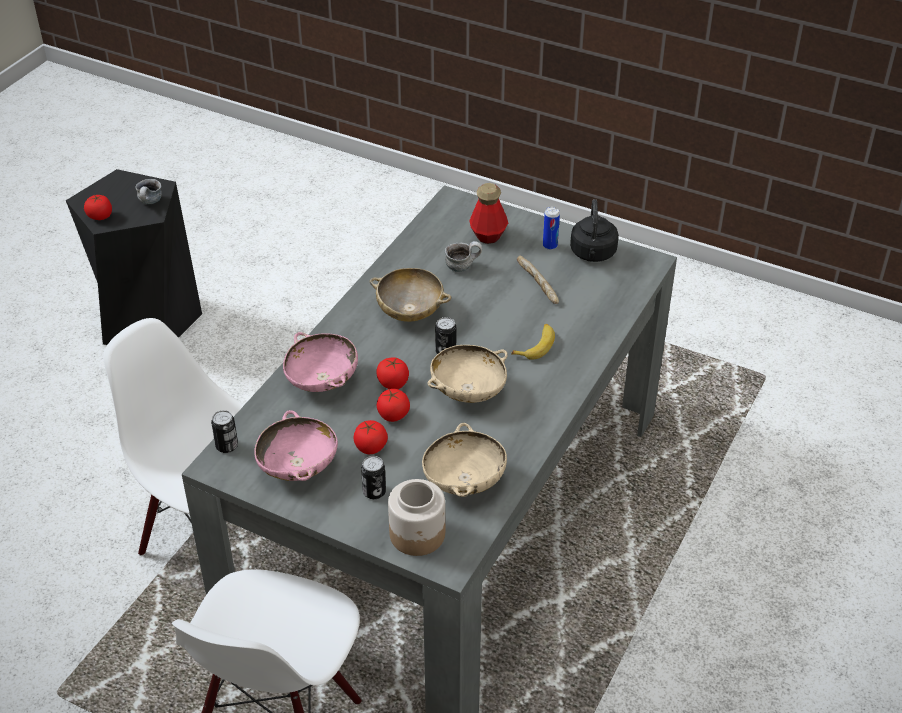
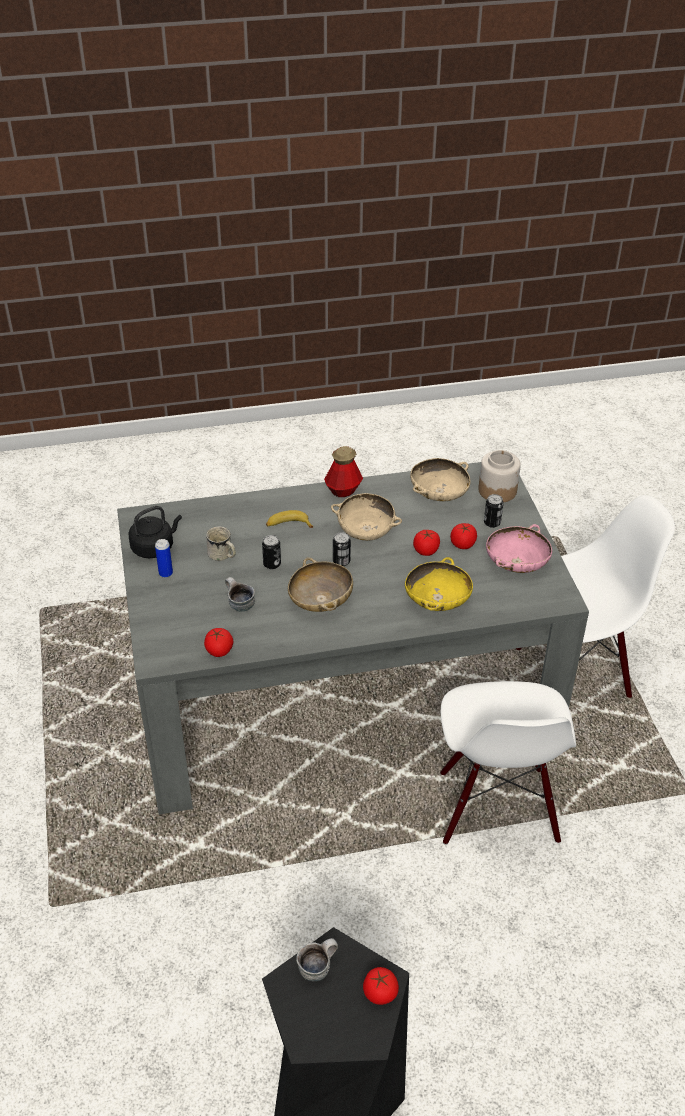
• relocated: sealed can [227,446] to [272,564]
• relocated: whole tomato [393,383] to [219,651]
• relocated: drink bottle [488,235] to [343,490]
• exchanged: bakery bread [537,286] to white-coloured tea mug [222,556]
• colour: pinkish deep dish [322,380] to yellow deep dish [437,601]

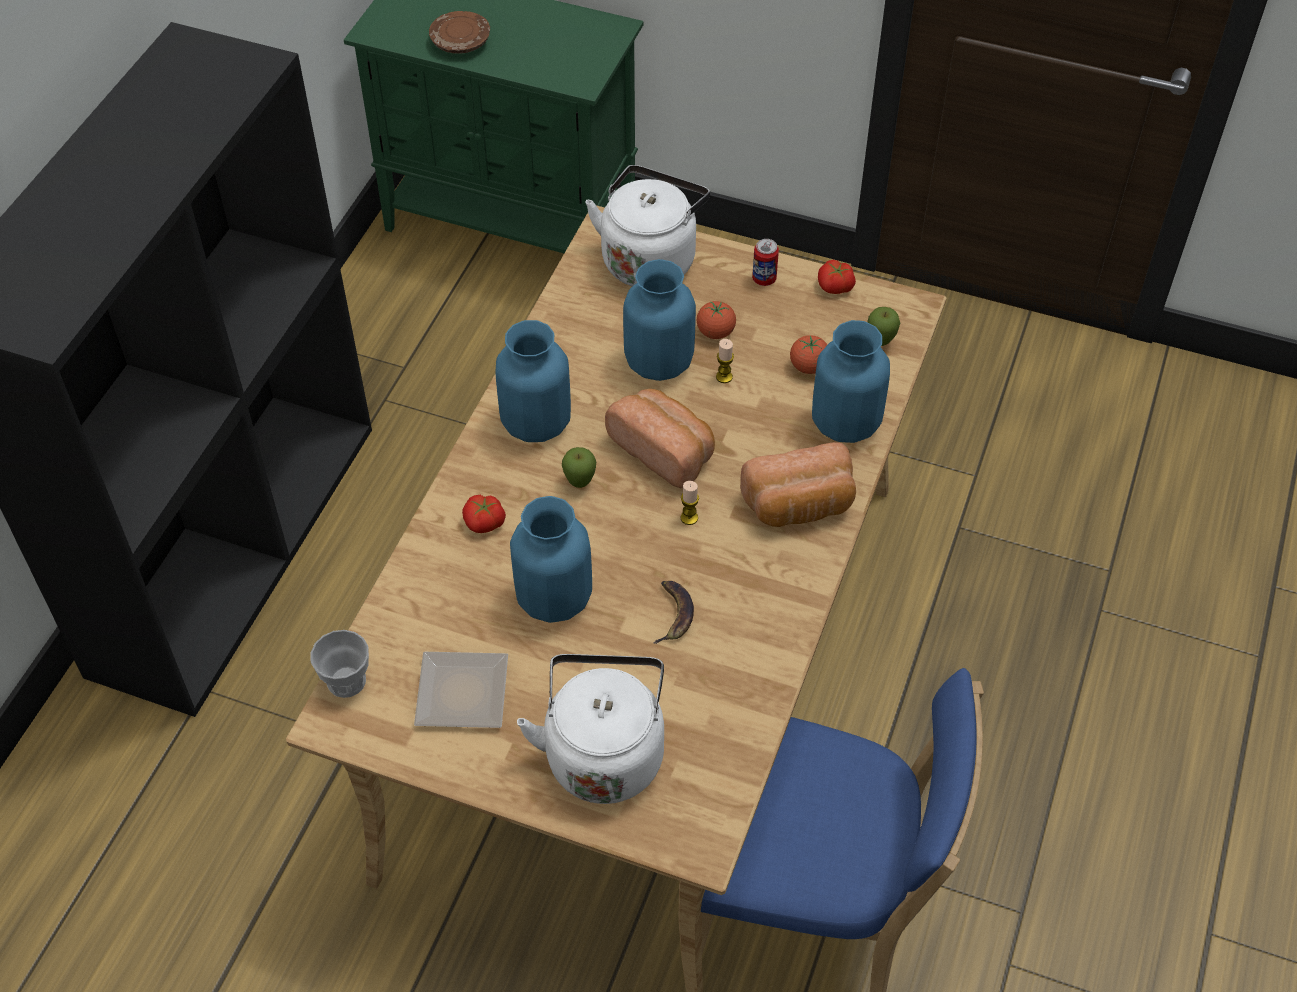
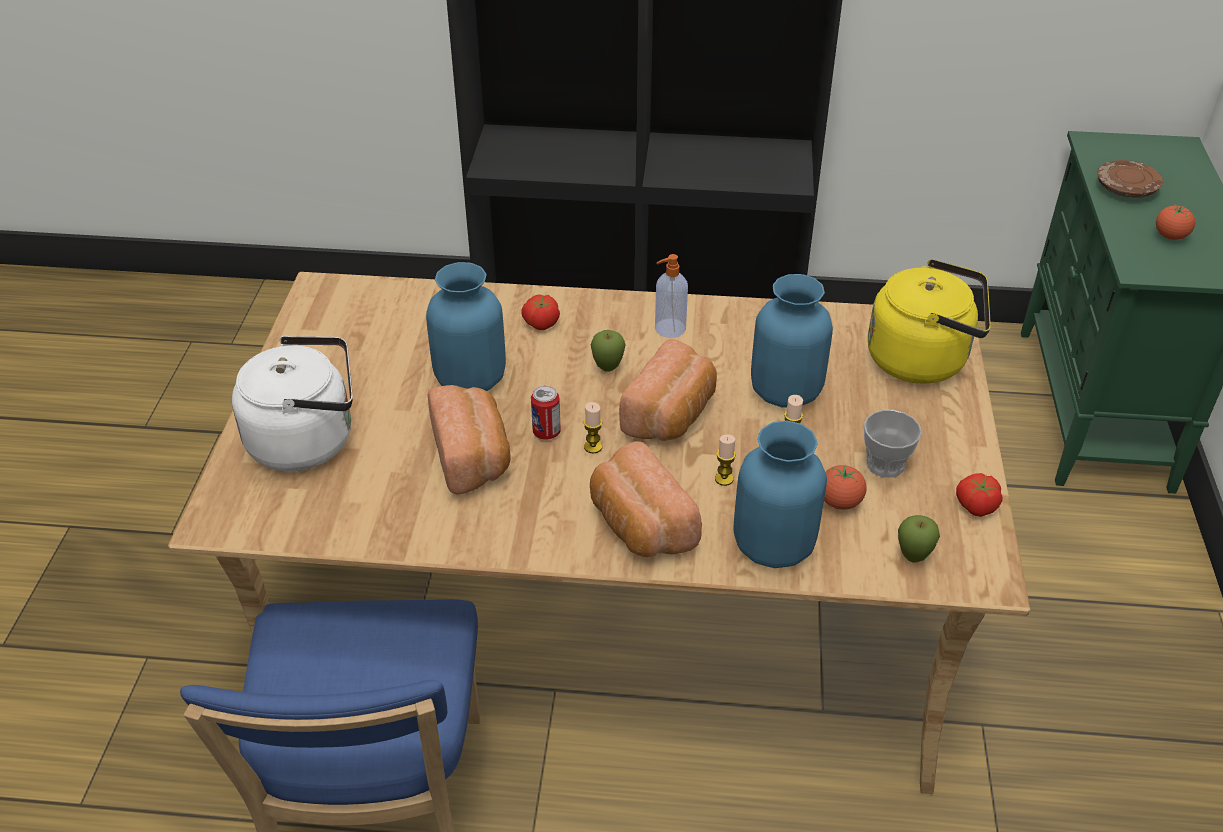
• missing: dinner plate [459,696]
• appeared: wax candle [724,479]
• relocated: small cup [346,681] to [885,464]
• relocated: whole tomato [715,332] to [1170,236]
• relocated: sealed can [764,279] to [546,432]
• exchanged: blue flower vase [536,422] to soap dispenser [669,329]
• exchanged: banana fruit [673,613] to bakery bread [472,456]
• colour: white-coloured tea kettle [650,258] to yellow tea kettle [923,359]

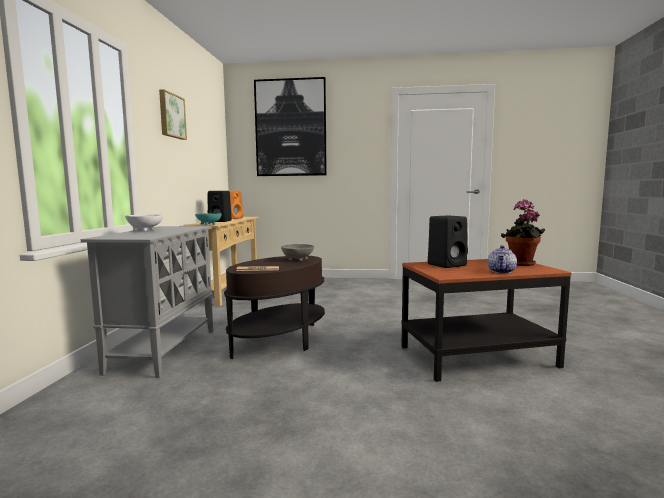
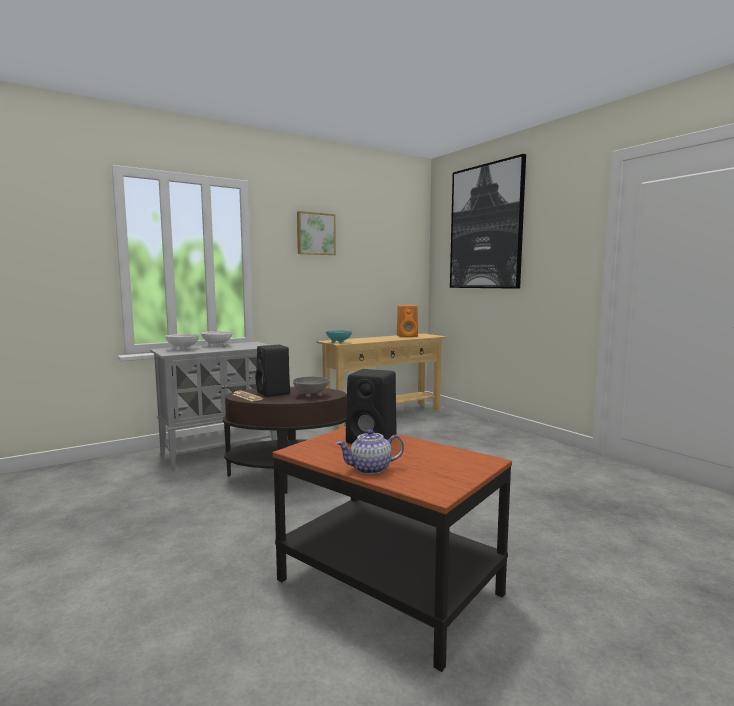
• missing: houseplant [521,264]
• appeared: white-coloured deep dish [183,349]
• relocated: blackish speaker [220,221] to [274,393]

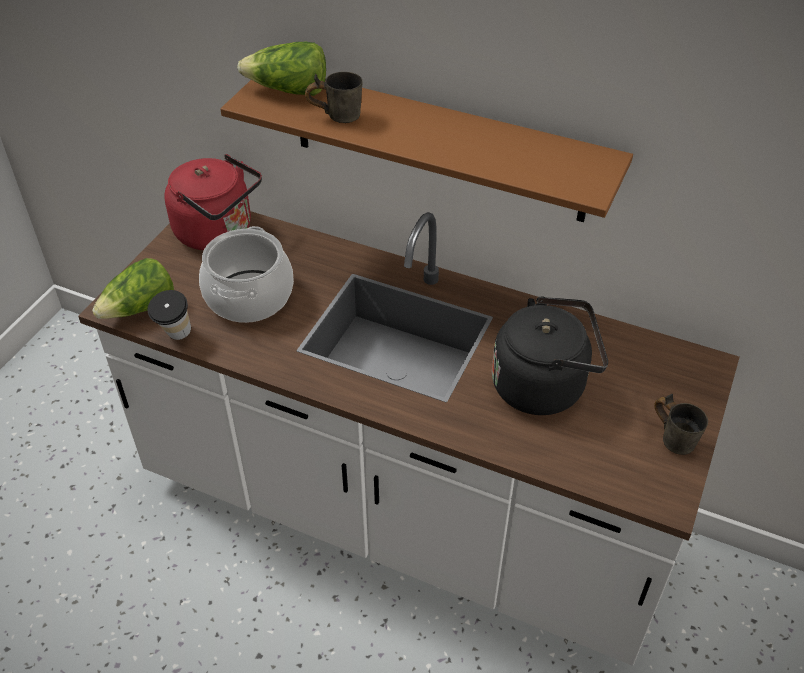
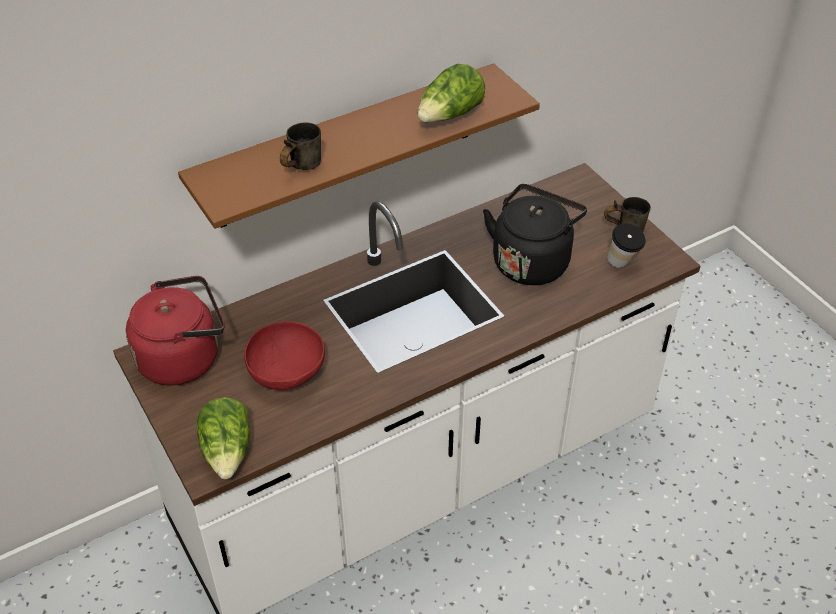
• relocated: small cup [176,337] to [622,265]
• relocated: lettuce head [289,91] to [450,115]
• exchanged: cooking pot [250,297] to red deep dish [287,373]

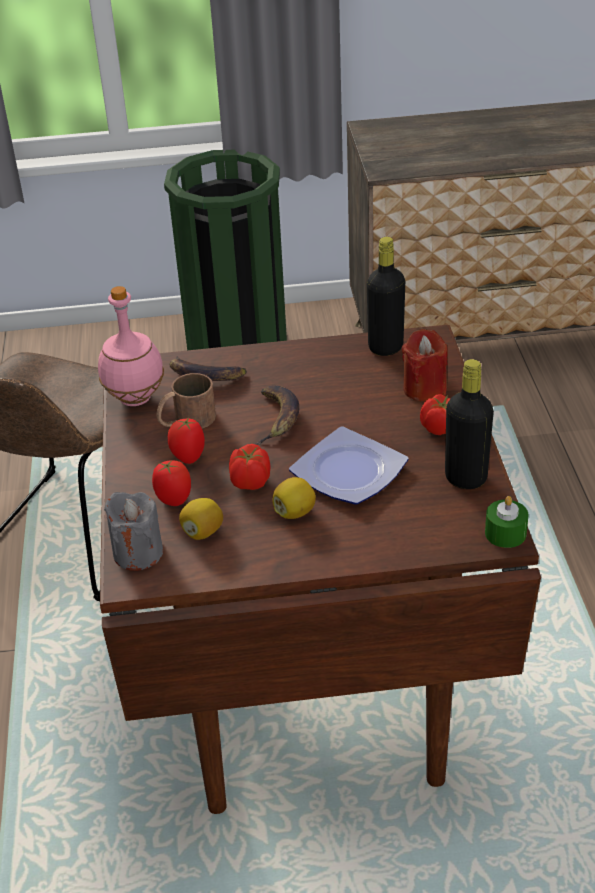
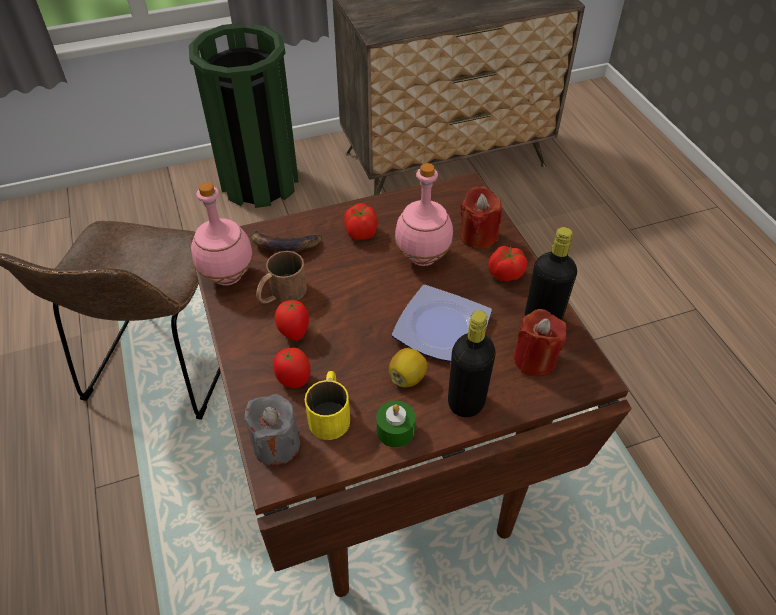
• missing: banana fruit [277,418]
• appeared: pinkish drink bottle [422,258]
• appeared: red wax candle [534,359]
• relocated: whole tomato [250,482] to [360,233]
• relocated: blackish drink bottle [385,347] to [466,402]
• relocated: green-coloured wax candle [505,533] to [395,430]
• exchanged: whole lemon [202,532] to yellow tea mug [330,412]

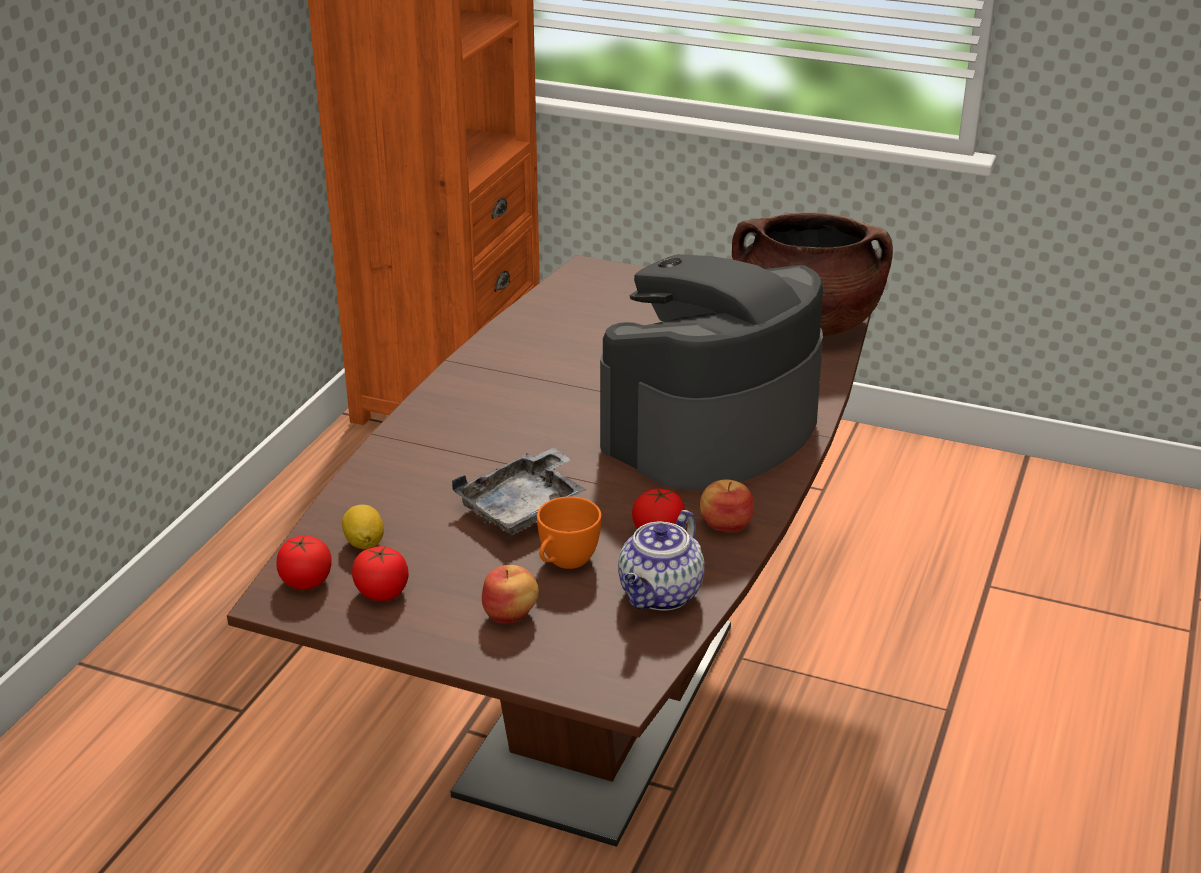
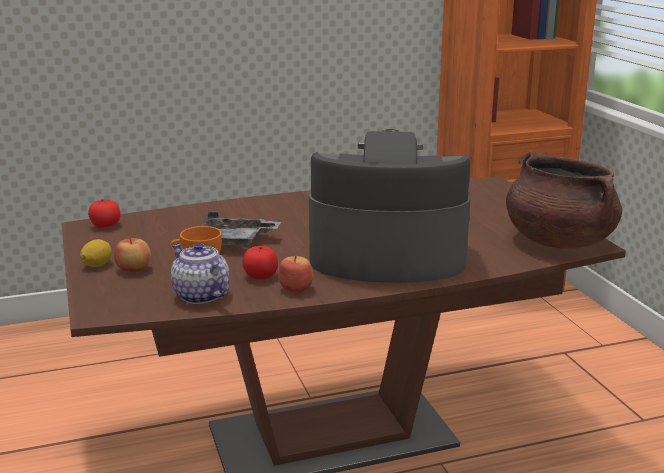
• missing: whole tomato [382,592]
• relocated: whole lemon [364,543] to [97,265]
• spun: pot for tea [660,595] = [200,295] 60 degrees clockwise

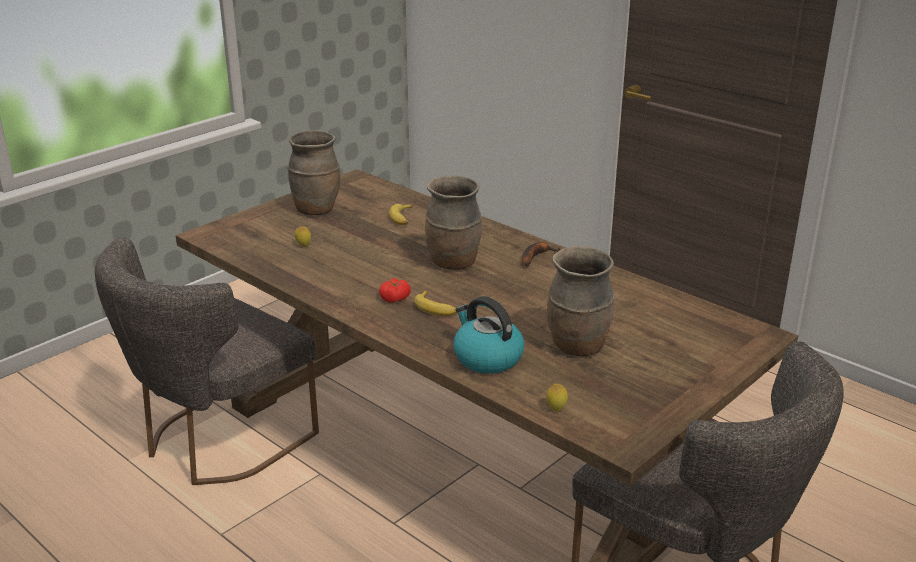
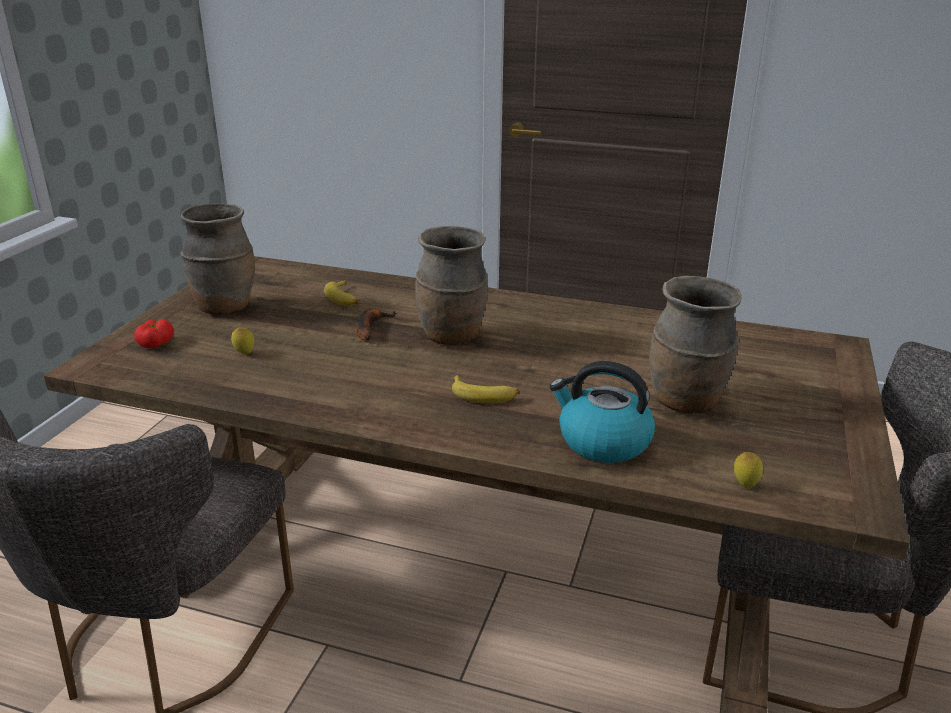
• relocated: whole tomato [395,298] to [156,343]
• relocated: banana fruit [535,257] to [370,328]

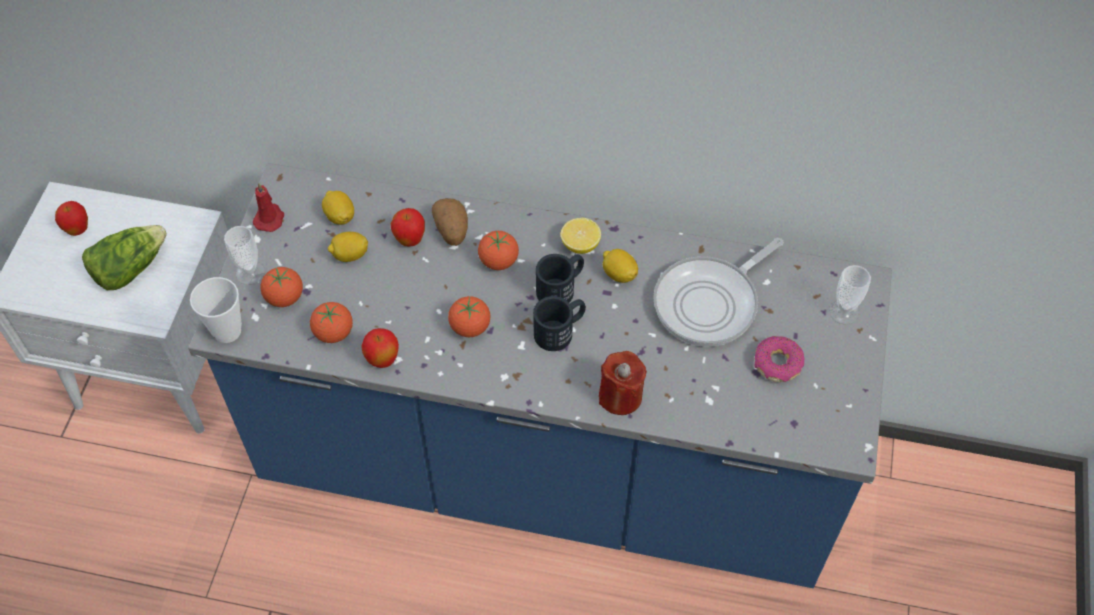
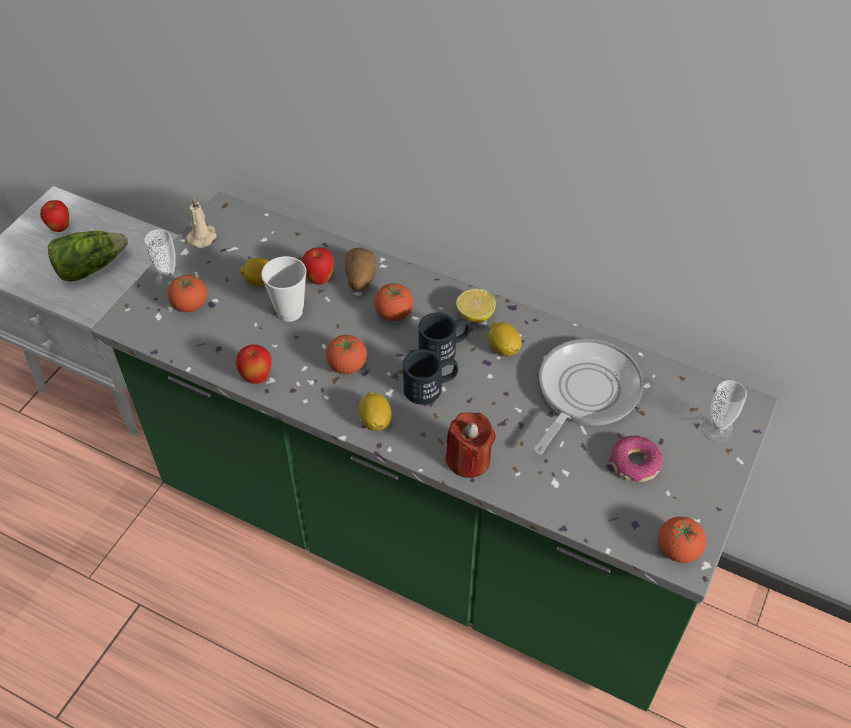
• relocated: small cup [227,331] to [290,312]
• relocated: whole tomato [334,332] to [677,549]
• relocated: whole lemon [340,216] to [375,421]
• colour: blue kitchen base unit [547,470] to green-coloured kitchen base unit [425,539]
• colour: red wax candle [269,218] to beige wax candle [203,237]
• spun: skillet [710,302] = [584,392] 150 degrees clockwise

